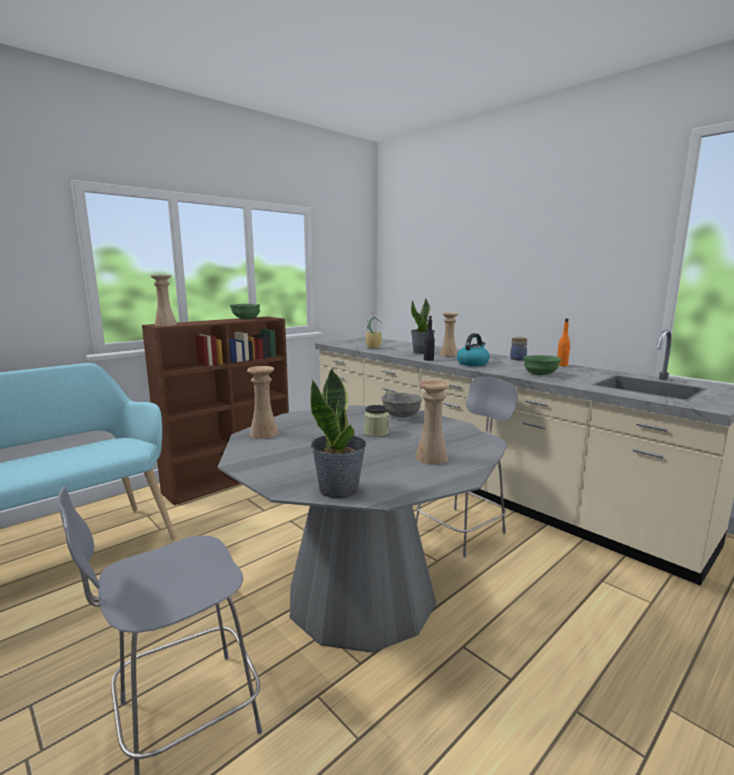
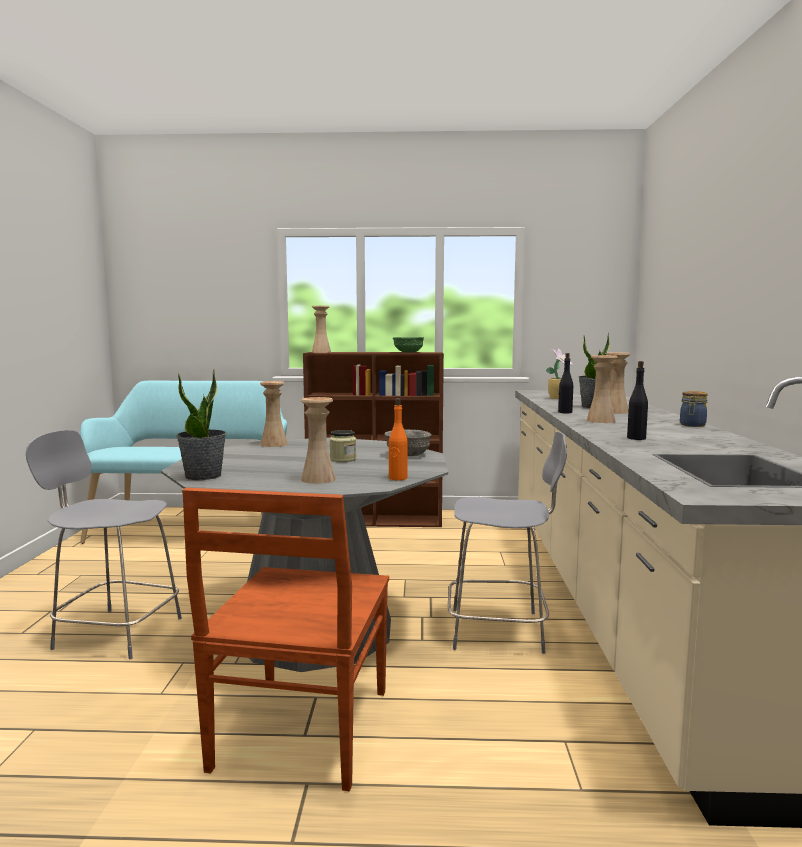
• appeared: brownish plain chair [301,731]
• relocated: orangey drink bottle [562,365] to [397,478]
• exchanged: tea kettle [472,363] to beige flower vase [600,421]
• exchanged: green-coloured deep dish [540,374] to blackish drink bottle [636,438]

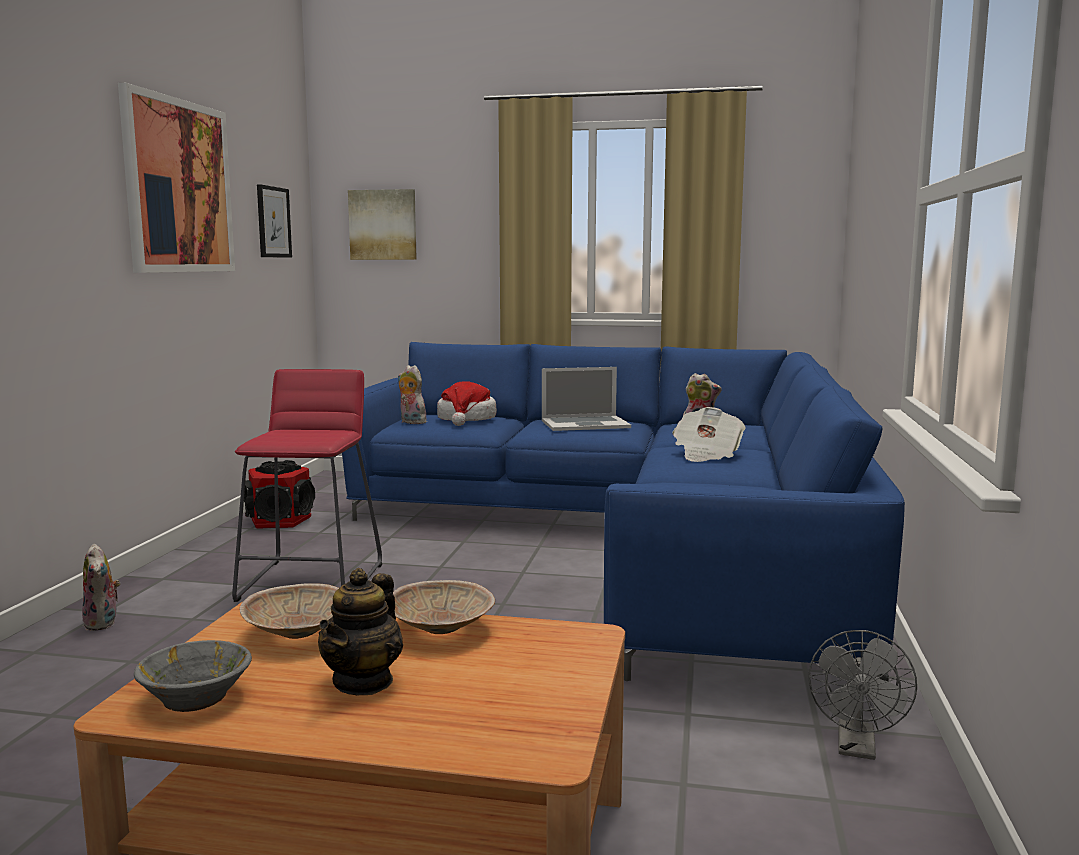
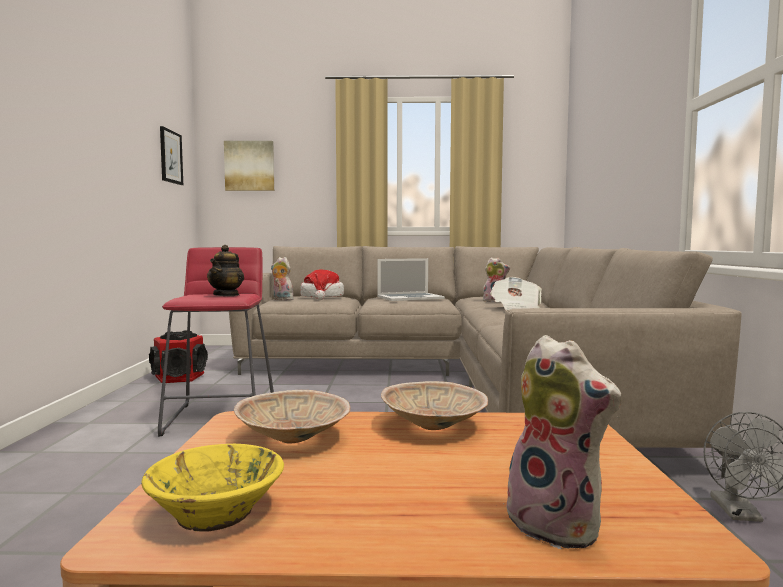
• missing: wall picture [178,187]
• relocated: cuddly toy [103,623] to [558,524]
• relocated: pot for tea [363,681] to [226,295]
• colour: gray deep dish [197,697] to yellow deep dish [217,512]
• colour: blue sofa [633,541] to beige sofa [454,379]

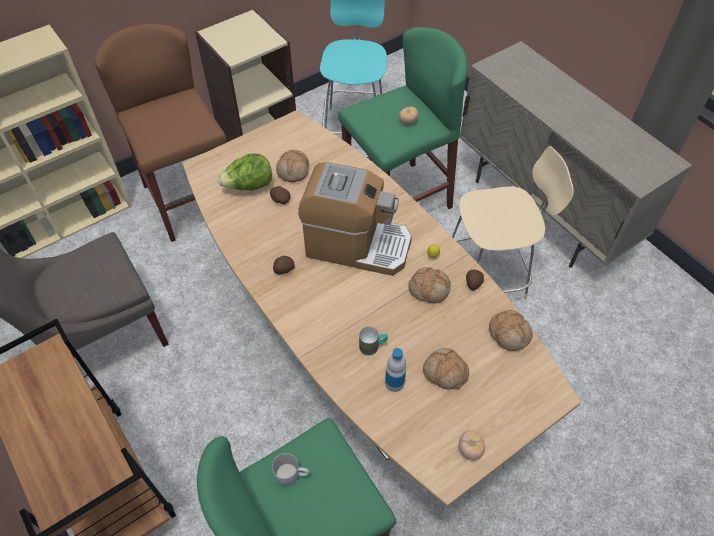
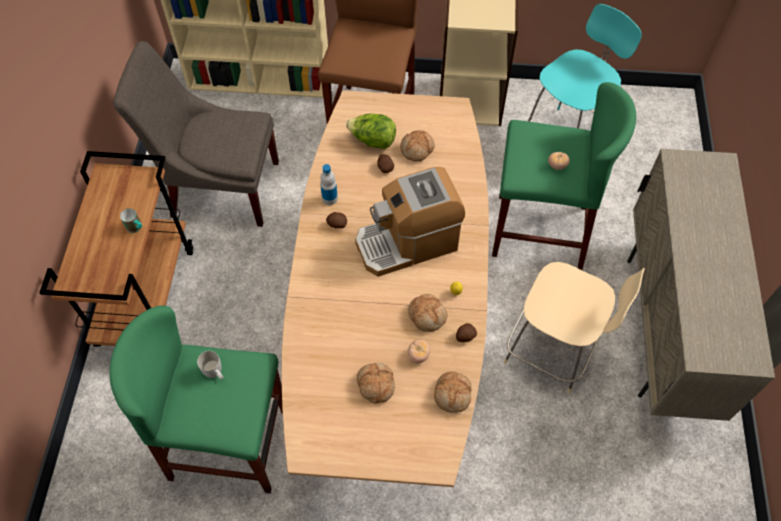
• relocated: tea mug [373,346] to [136,228]
• relocated: drink bottle [394,383] to [330,198]
• relocated: whole tomato [470,449] to [418,355]
• spun: coffee machine [357,244] = [407,242] 105 degrees clockwise

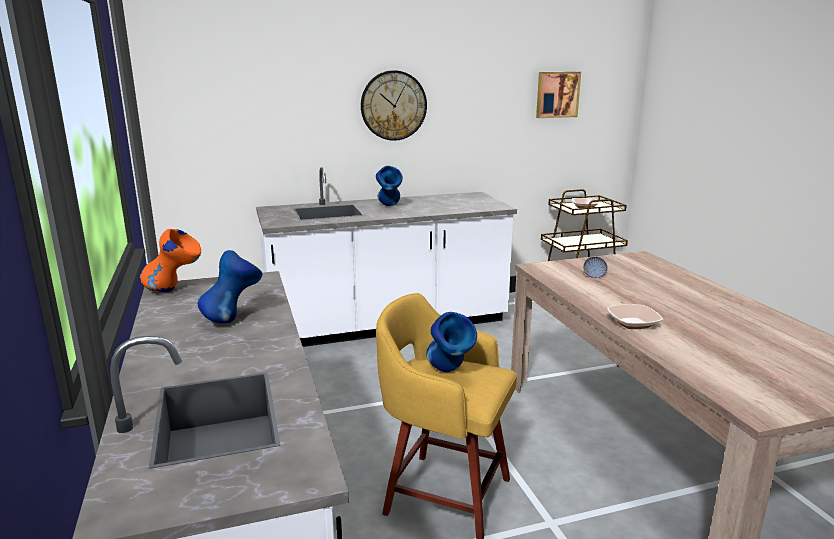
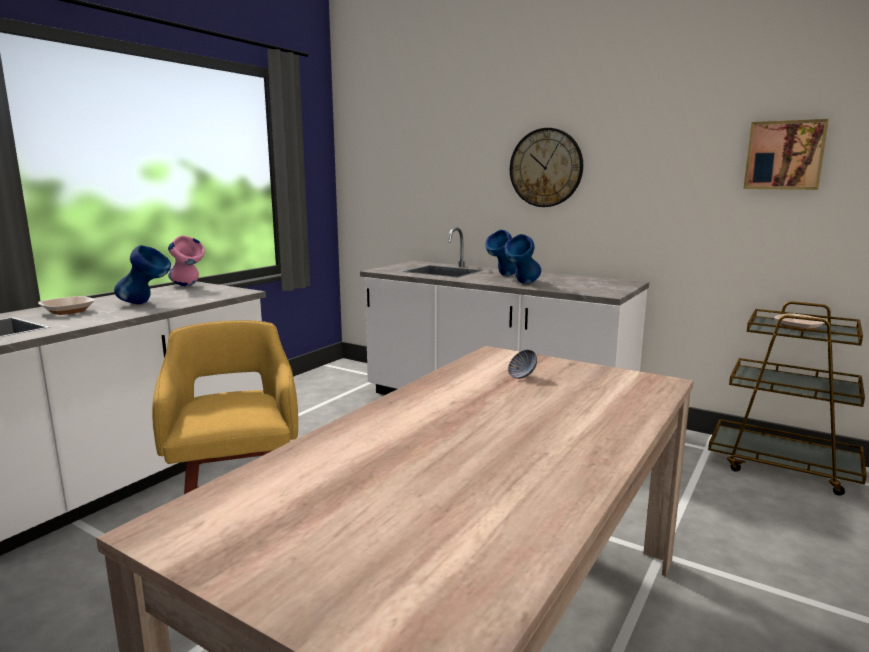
• relocated: blue flower vase [449,374] to [522,284]
• relocated: deep dish [633,323] to [68,311]
• colour: orangey flower vase [175,291] to pinkish flower vase [188,286]

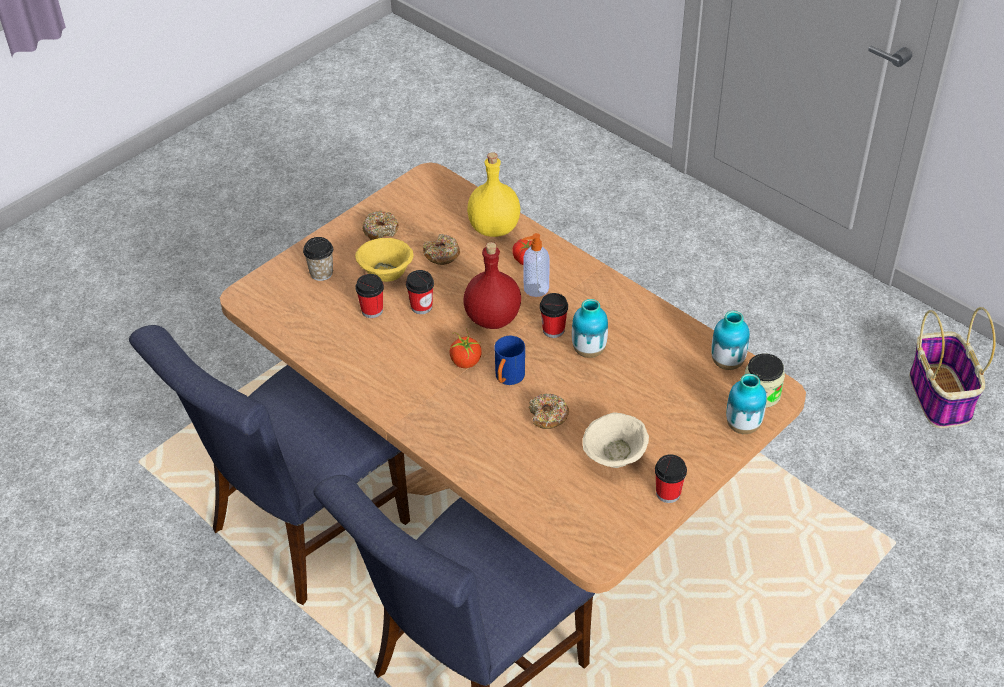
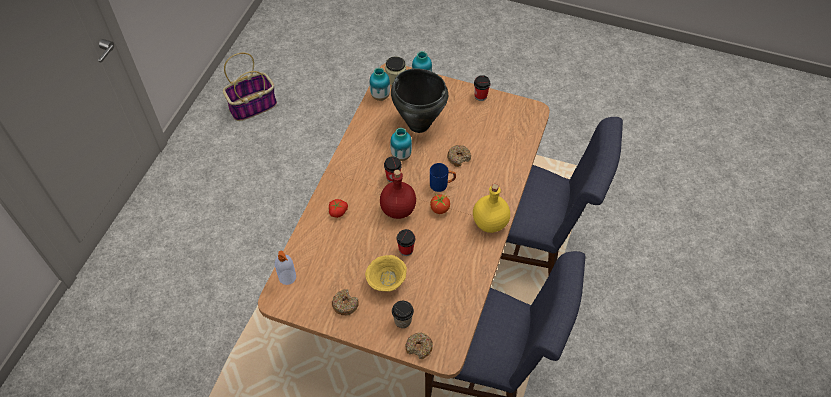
• missing: small cup [372,310]
• missing: beige deep dish [615,458]
• appeared: blackish cooking pot [418,124]
• relocated: ring doughnut [441,254] to [419,347]
• relocated: yellow drink bottle [494,227] to [489,223]
• relocated: soap dispenser [535,288] to [288,277]

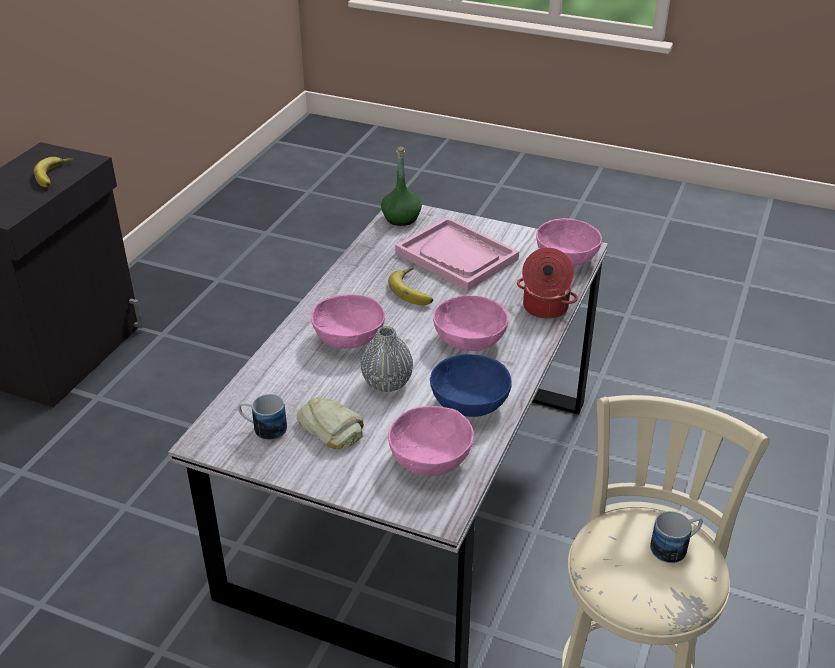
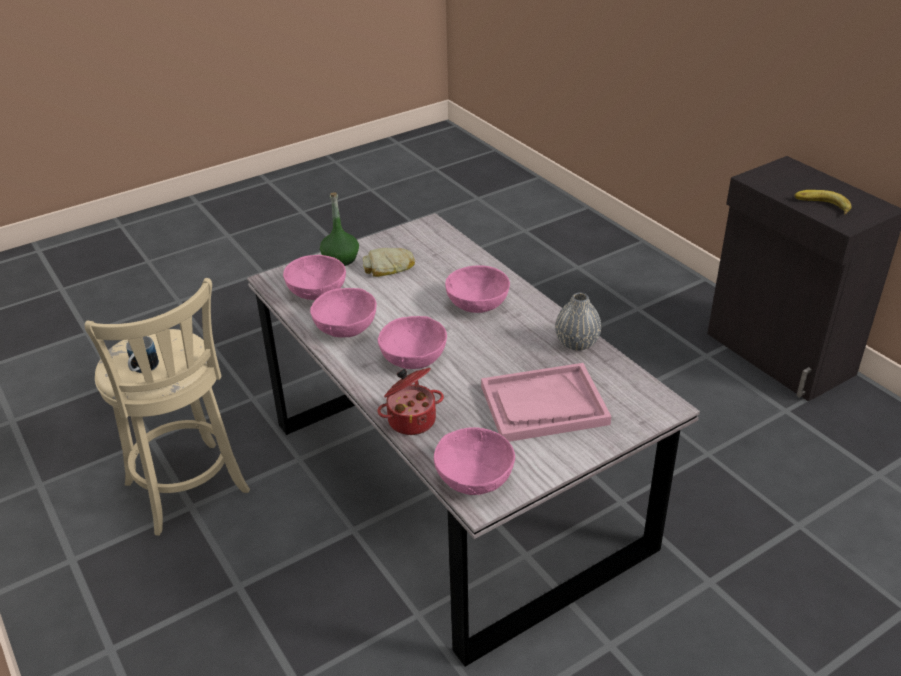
• missing: tea mug [263,428]
• missing: banana fruit [414,290]
• relocated: gray flower vase [387,383] to [576,343]
• relocated: green-coloured drink bottle [401,218] to [340,259]
• colour: blue deep dish [469,403] to pinkish deep dish [346,327]

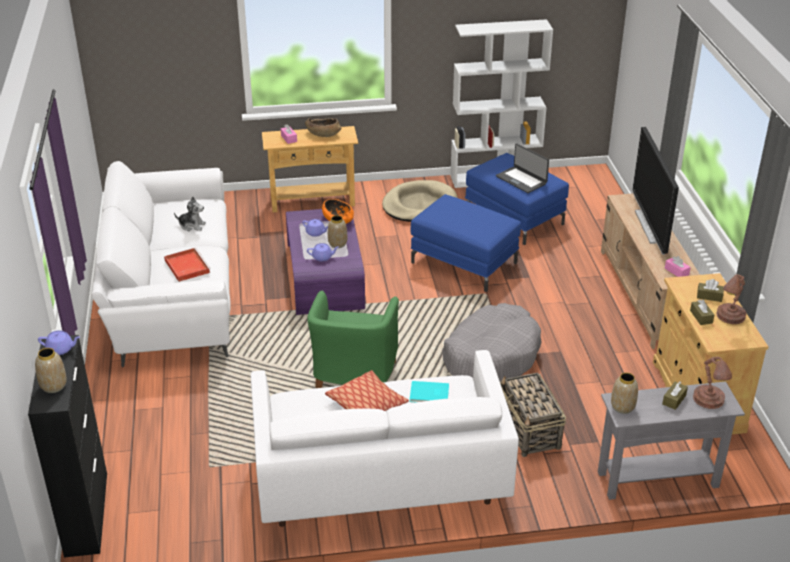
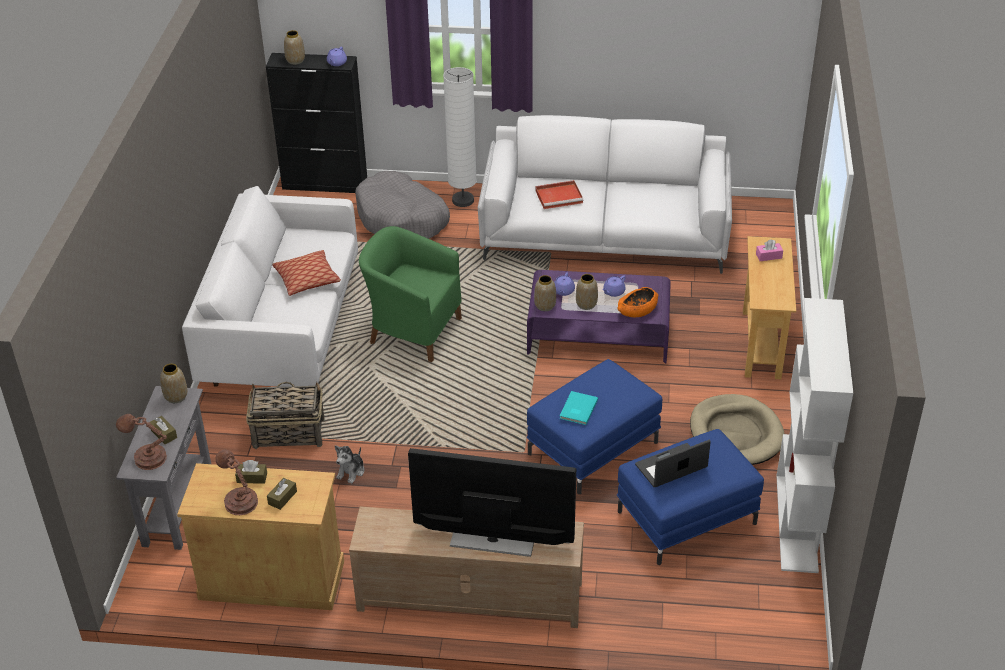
• missing: brownish deep dish [323,133]
• missing: pinkish box of tissues [676,271]
• appeared: white-coloured standing lamp [463,200]
• appeared: flower vase [545,305]
• relocated: cuddly toy [192,225] to [351,472]
• relocated: blue-green book [430,394] to [577,409]
• relocated: gray dog cushion [491,355] to [402,219]

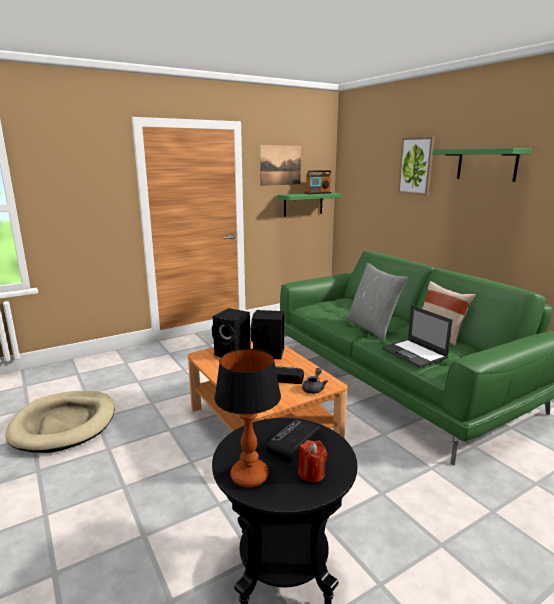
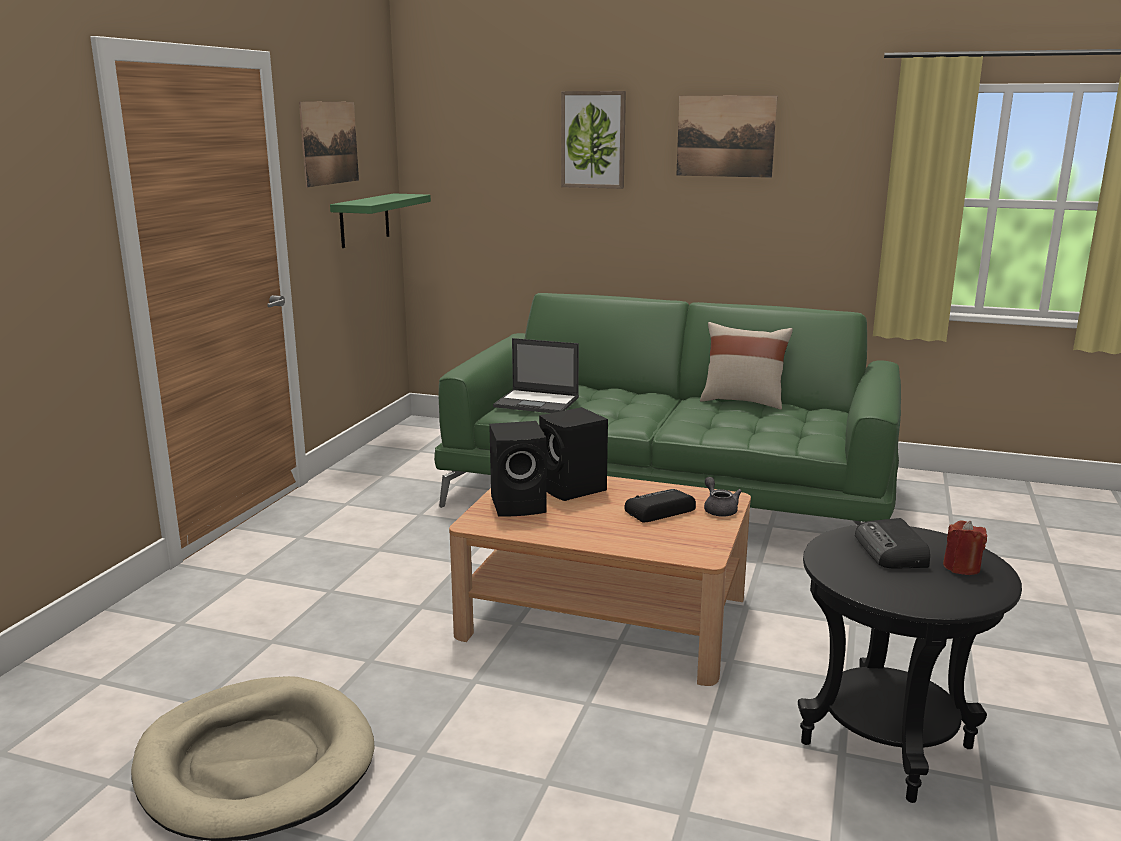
• missing: table lamp [249,477]
• missing: radio receiver [318,193]
• missing: gray pillow [372,328]
• relocated: laptop [414,354] to [537,402]
• exchanged: green-coloured bracket shelf [486,164] to wall picture [725,136]

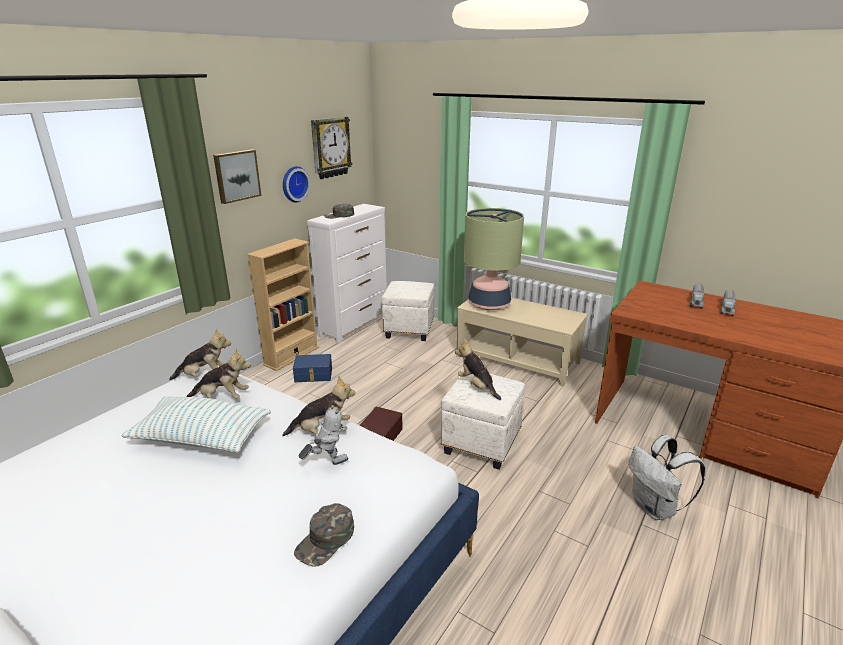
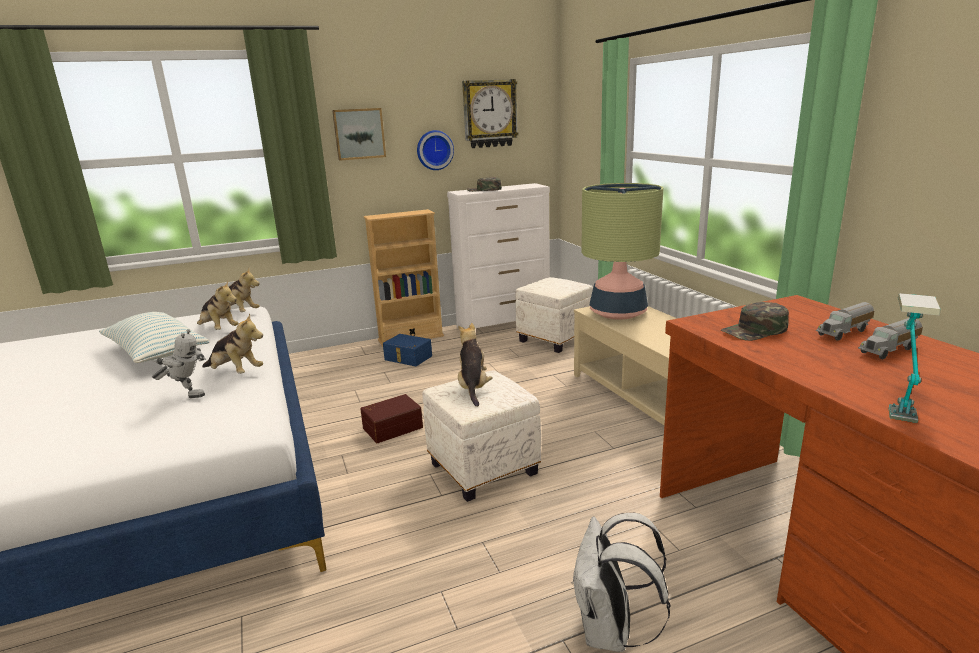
• appeared: table lamp [899,399]
• relocated: green-coloured cap [326,540] to [755,330]

